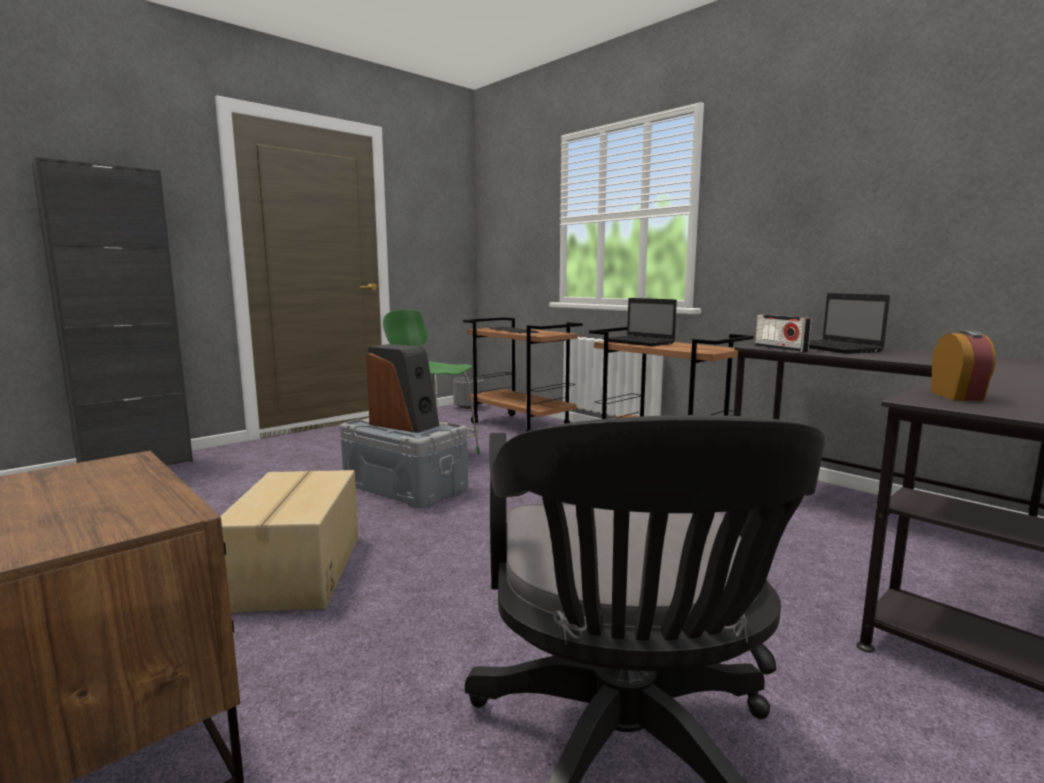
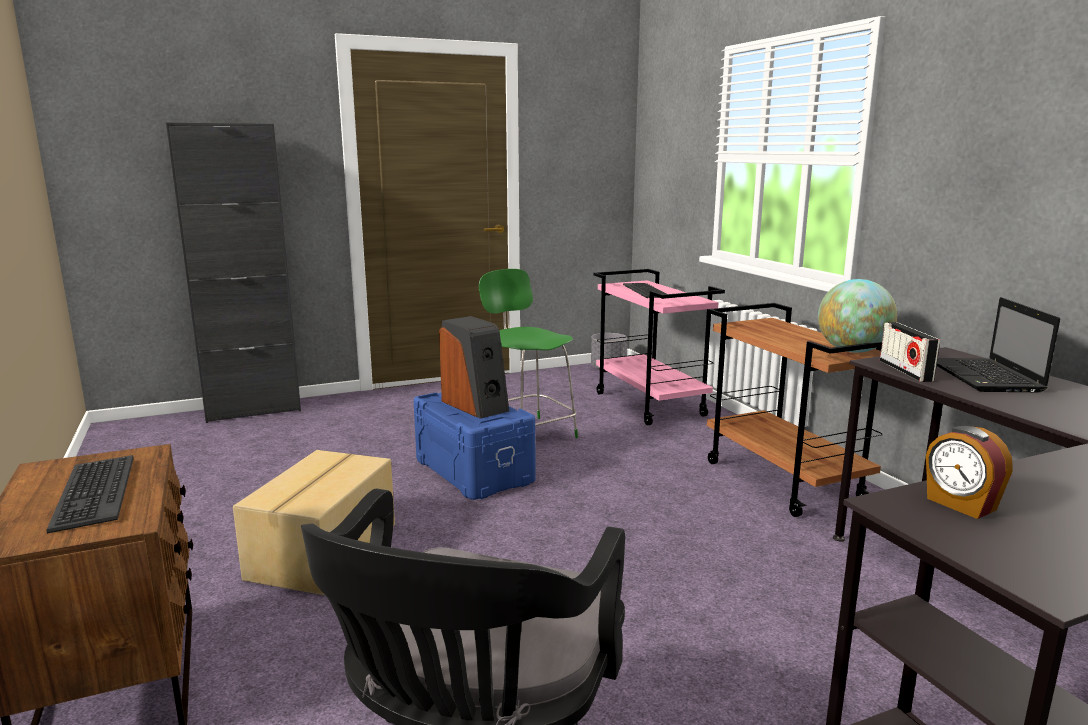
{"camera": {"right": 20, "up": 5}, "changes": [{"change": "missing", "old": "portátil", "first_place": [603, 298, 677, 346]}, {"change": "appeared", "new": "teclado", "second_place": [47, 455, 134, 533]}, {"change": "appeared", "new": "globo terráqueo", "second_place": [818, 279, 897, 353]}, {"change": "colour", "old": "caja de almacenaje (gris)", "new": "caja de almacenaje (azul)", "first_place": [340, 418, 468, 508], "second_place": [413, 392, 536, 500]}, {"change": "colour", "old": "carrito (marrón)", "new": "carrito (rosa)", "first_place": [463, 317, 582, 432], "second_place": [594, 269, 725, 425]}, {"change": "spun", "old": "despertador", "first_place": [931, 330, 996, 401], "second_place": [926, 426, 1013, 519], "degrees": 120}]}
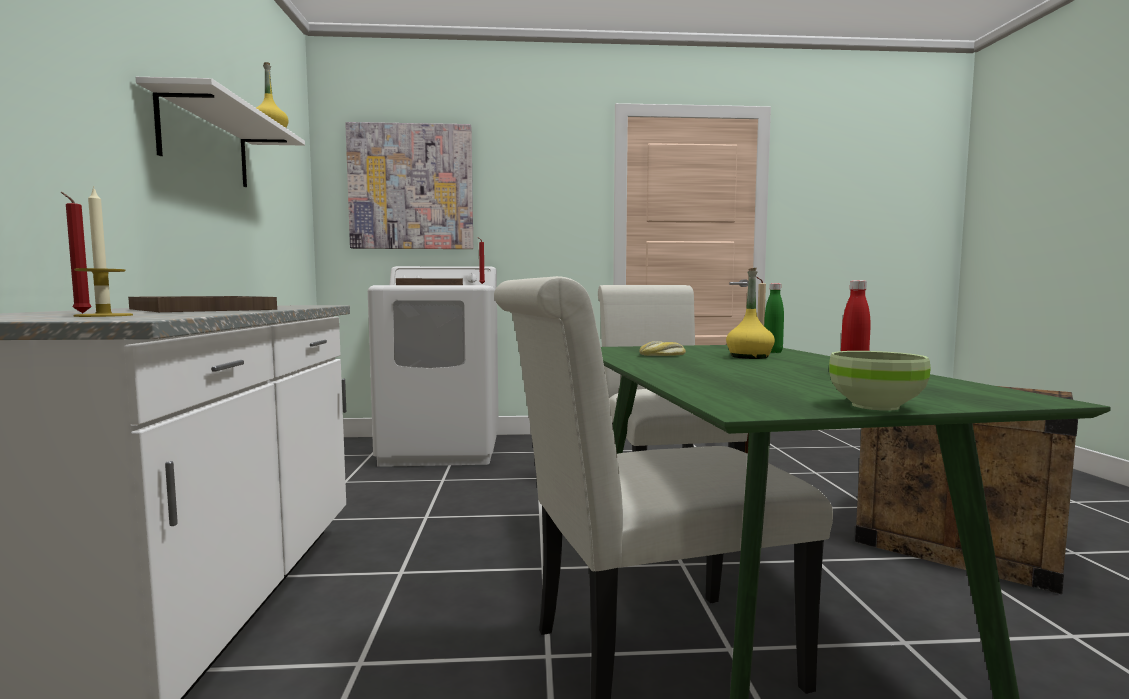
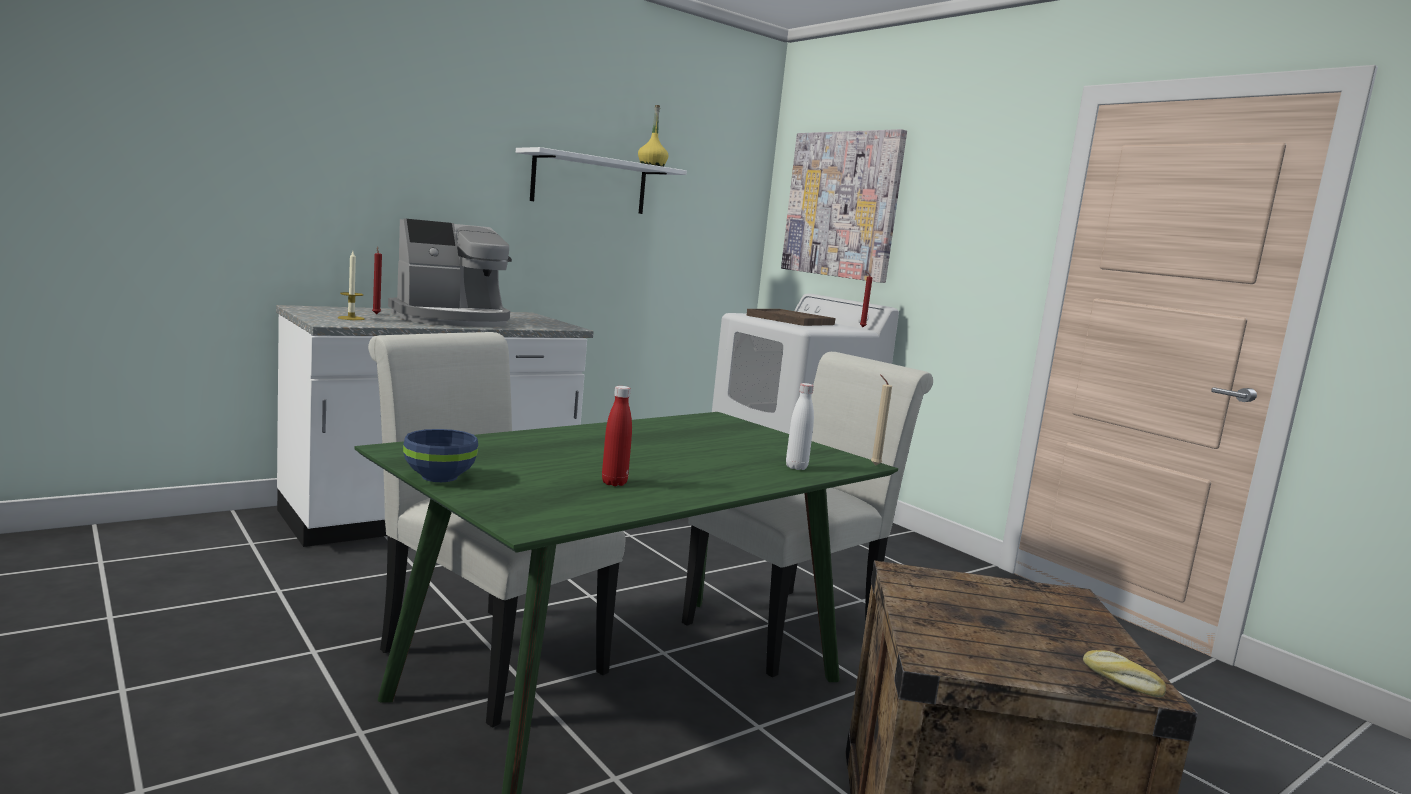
{"camera": {"right": 55, "up": 5}, "changes": [{"change": "missing", "old": "botella (amarillo)", "first_place": [726, 267, 775, 359]}, {"change": "relocated", "old": "pan", "first_place": [639, 341, 686, 356], "second_place": [1083, 650, 1166, 697]}, {"change": "exchanged", "old": "bandeja (marrón)", "new": "cafetera", "first_place": [128, 296, 277, 312], "second_place": [388, 218, 512, 327]}, {"change": "colour", "old": "botella (verde)", "new": "botella (blanco)", "first_place": [764, 283, 784, 353], "second_place": [786, 383, 814, 470]}, {"change": "colour", "old": "cuenco (verde)", "new": "cuenco (azul)", "first_place": [829, 351, 931, 411], "second_place": [403, 429, 478, 482]}]}
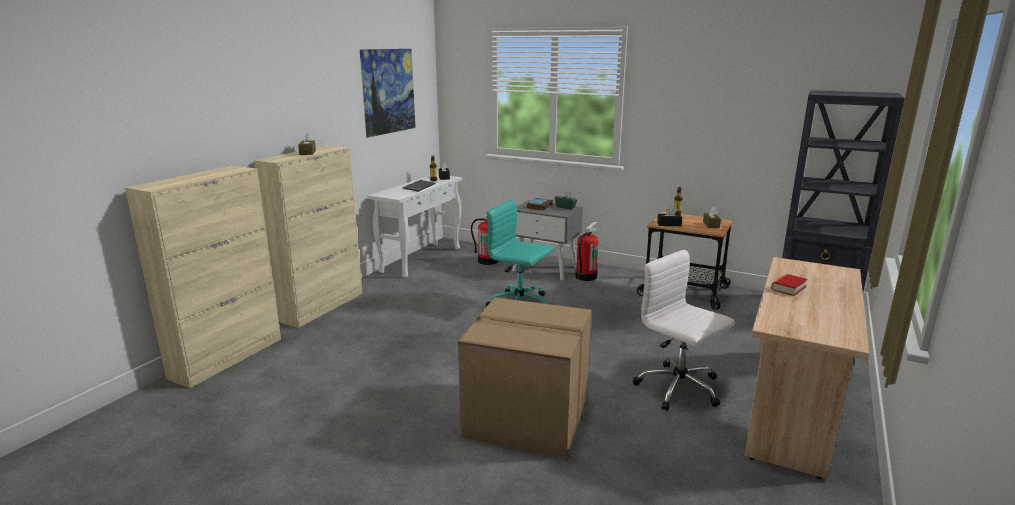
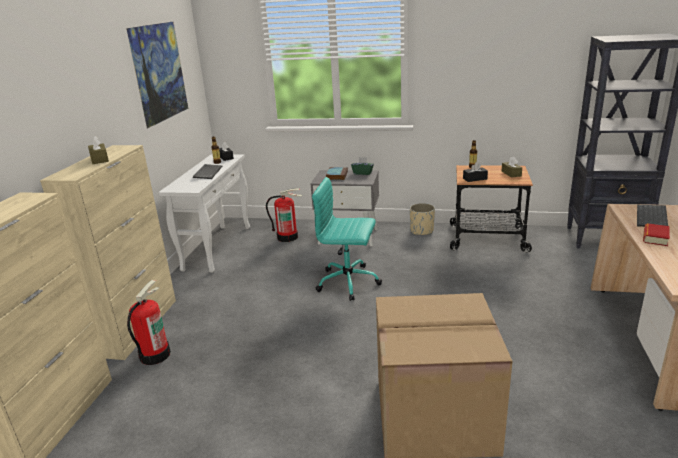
{"camera": {"right": -15, "up": 5}, "changes": [{"change": "missing", "old": "silla de oficina (blanco)", "first_place": [633, 250, 735, 411]}, {"change": "appeared", "new": "maceta (beis)", "second_place": [410, 203, 435, 235]}, {"change": "appeared", "new": "teclado", "second_place": [637, 205, 668, 227]}, {"change": "relocated", "old": "extintor", "first_place": [575, 222, 598, 281], "second_place": [127, 280, 171, 365]}]}
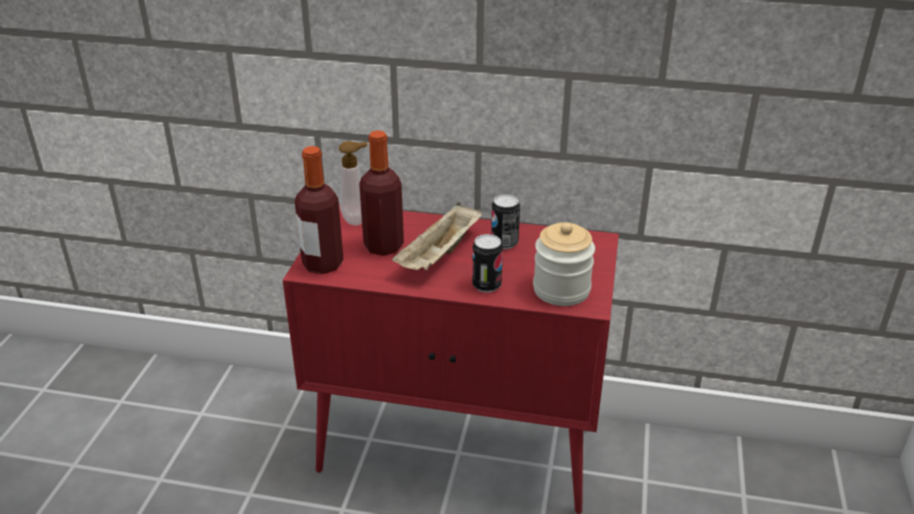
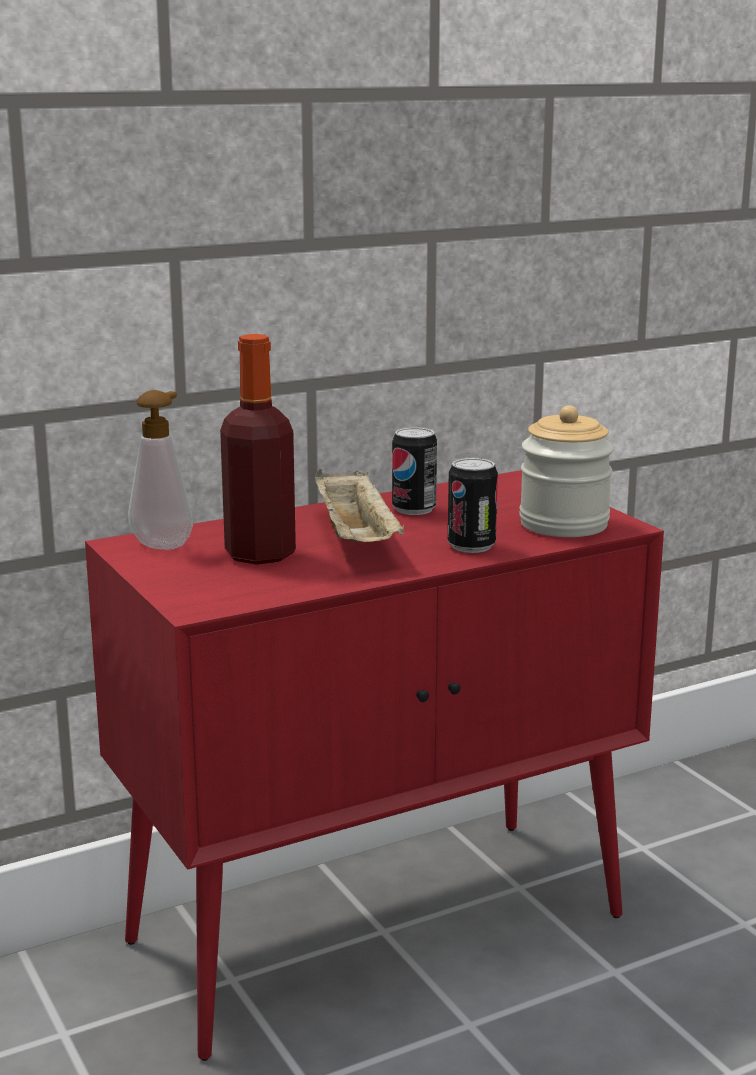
{"camera": {"right": -40, "up": -15}, "changes": [{"change": "missing", "old": "botella", "first_place": [295, 146, 344, 274]}]}
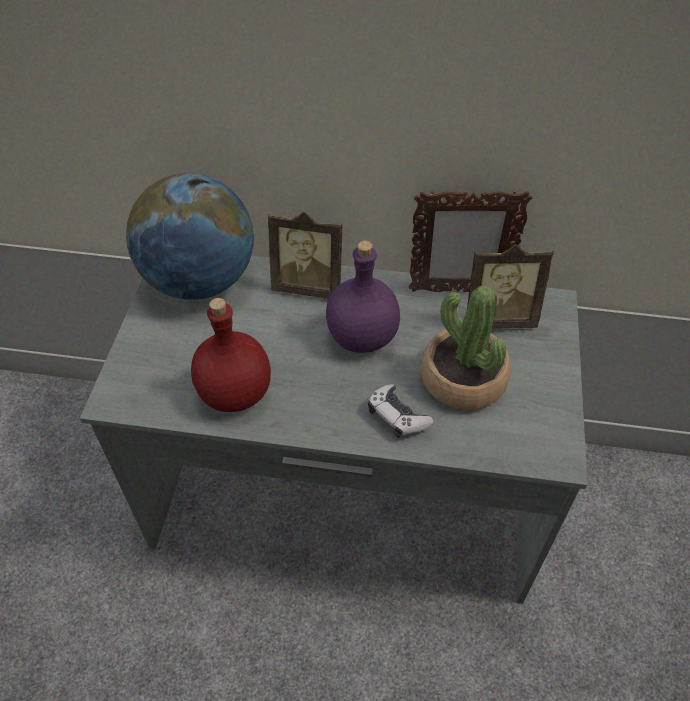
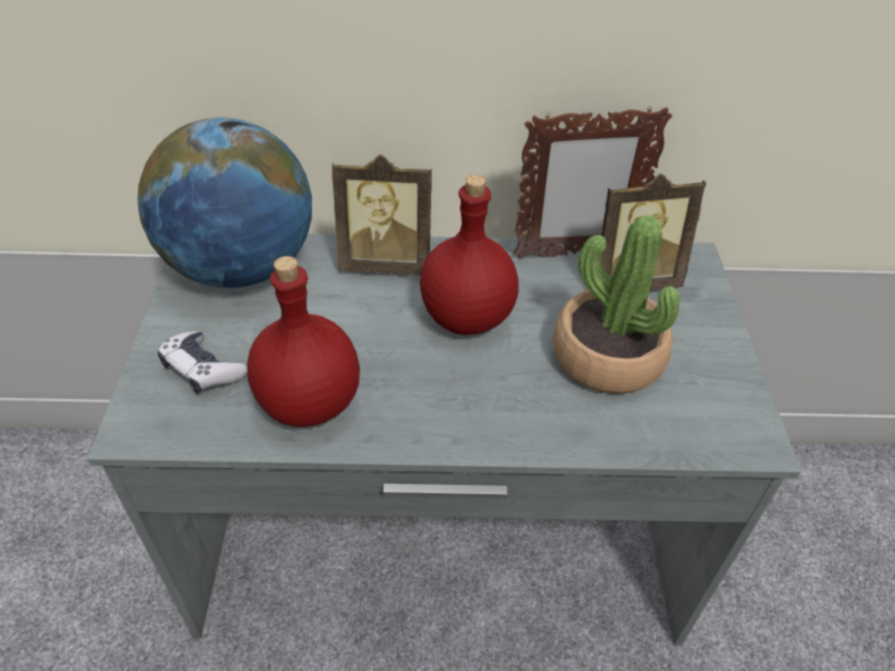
{"camera": {"right": -10, "up": -5}, "changes": [{"change": "relocated", "old": "mando de consola", "first_place": [368, 384, 434, 438], "second_place": [158, 331, 247, 393]}, {"change": "colour", "old": "botella (morado)", "new": "botella (rojo)", "first_place": [326, 240, 400, 353], "second_place": [420, 175, 519, 335]}]}
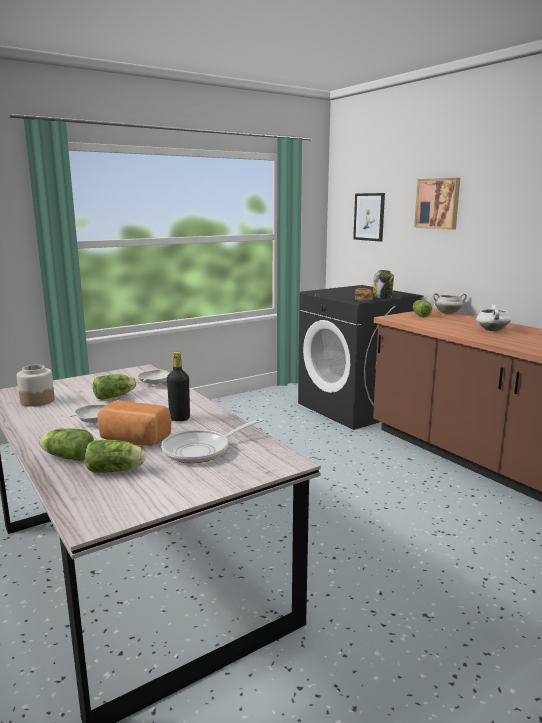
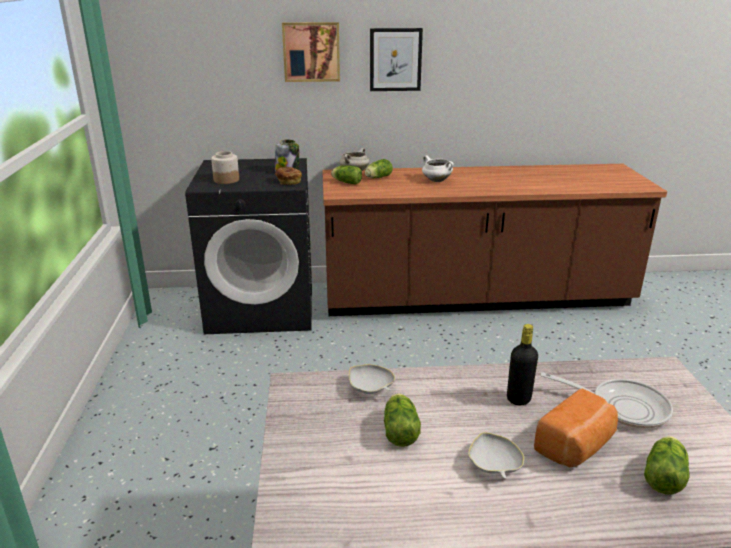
{"camera": {"right": -60, "up": 10}, "changes": [{"change": "relocated", "old": "tarro", "first_place": [17, 365, 55, 407], "second_place": [211, 151, 239, 184]}, {"change": "relocated", "old": "lechuga", "first_place": [39, 428, 94, 461], "second_place": [365, 159, 393, 178]}, {"change": "relocated", "old": "cuadro", "first_place": [353, 193, 385, 242], "second_place": [370, 28, 423, 91]}, {"change": "spun", "old": "sartén", "first_place": [161, 418, 264, 463], "second_place": [540, 372, 673, 429], "degrees": -60}]}
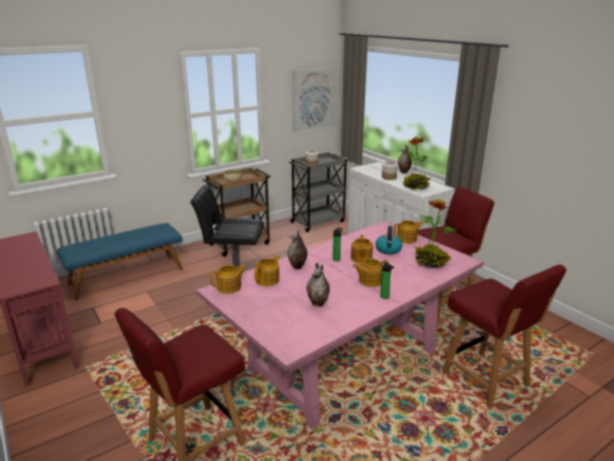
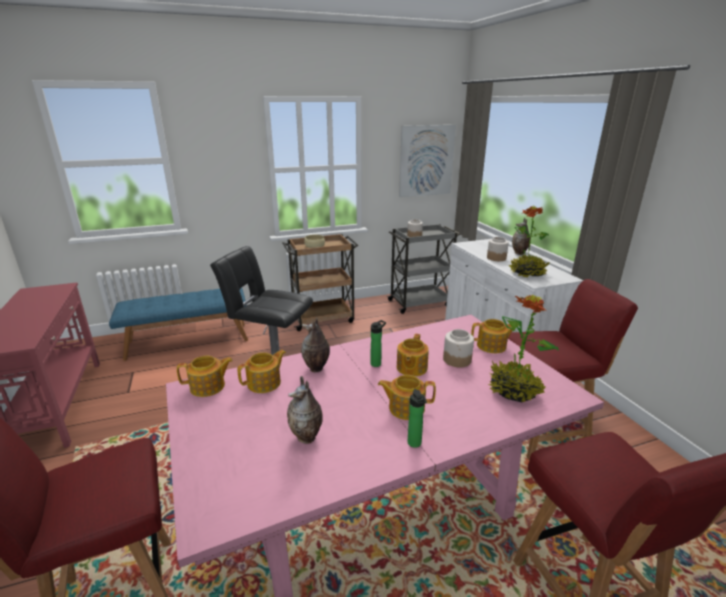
{"camera": {"right": 15, "up": 0}, "changes": [{"change": "exchanged", "old": "hervidor", "new": "tarro", "first_place": [376, 226, 403, 255], "second_place": [443, 329, 474, 368]}]}
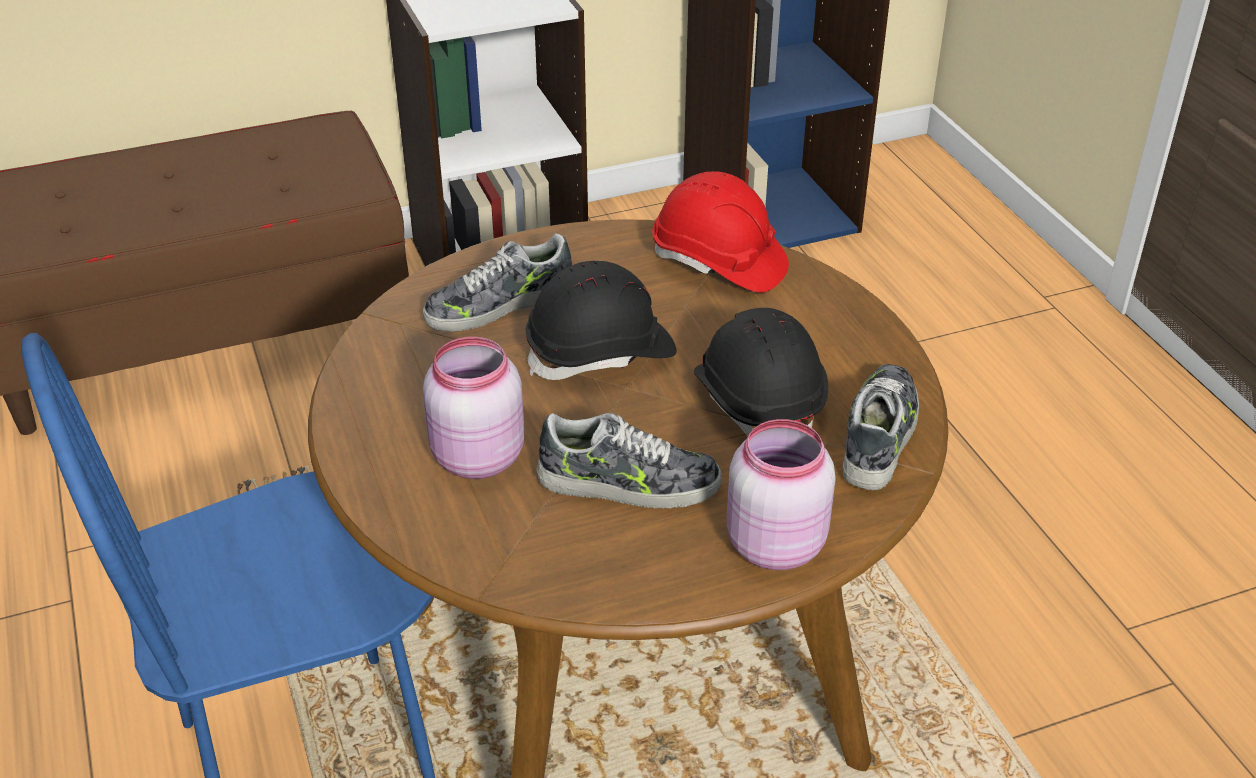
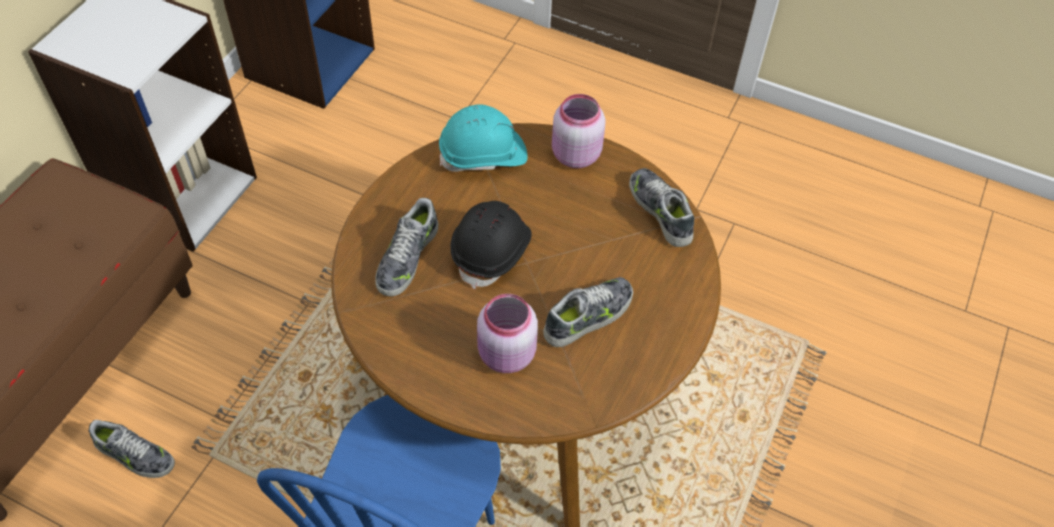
{"camera": {"right": -45, "up": 15}, "changes": [{"change": "missing", "old": "casco (negro)", "first_place": [694, 308, 828, 436]}, {"change": "appeared", "new": "zapato", "second_place": [89, 420, 175, 478]}, {"change": "relocated", "old": "tarro (rosa)", "first_place": [727, 419, 835, 570], "second_place": [552, 94, 605, 168]}, {"change": "colour", "old": "casco (rojo)", "new": "casco (turquesa)", "first_place": [652, 171, 789, 293], "second_place": [439, 105, 528, 172]}]}
